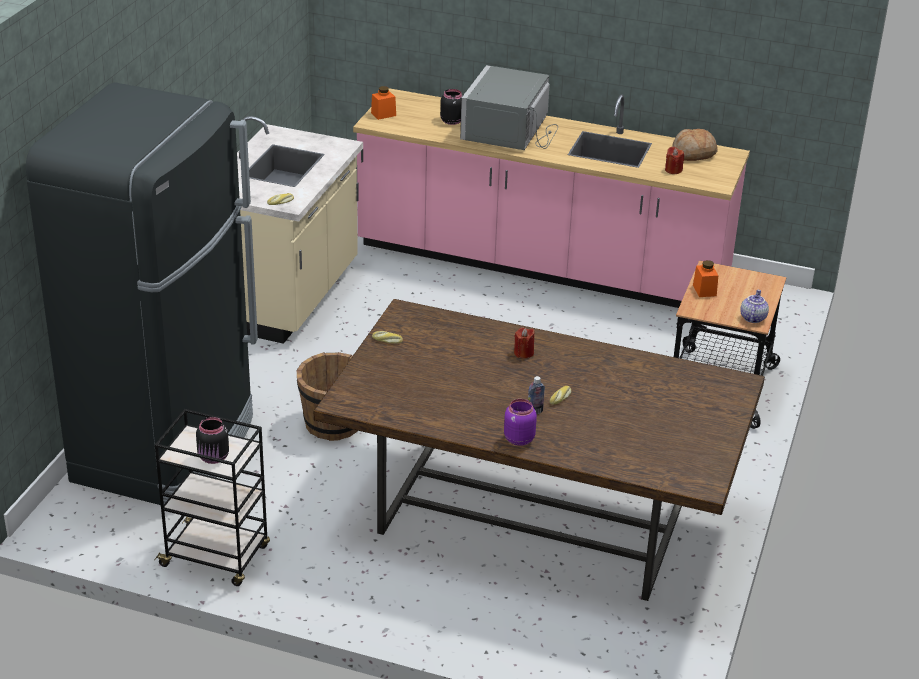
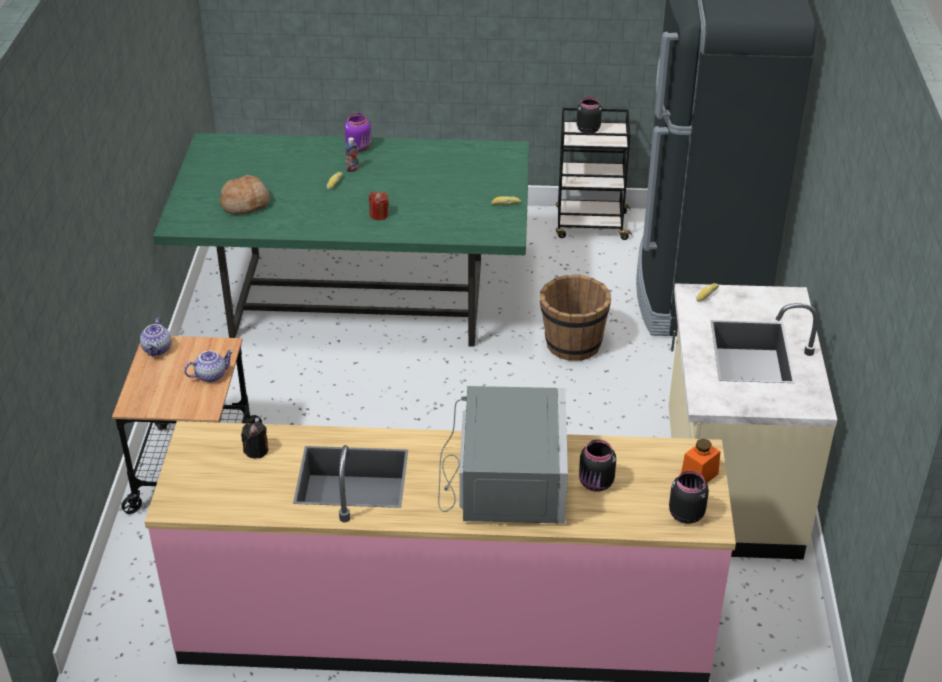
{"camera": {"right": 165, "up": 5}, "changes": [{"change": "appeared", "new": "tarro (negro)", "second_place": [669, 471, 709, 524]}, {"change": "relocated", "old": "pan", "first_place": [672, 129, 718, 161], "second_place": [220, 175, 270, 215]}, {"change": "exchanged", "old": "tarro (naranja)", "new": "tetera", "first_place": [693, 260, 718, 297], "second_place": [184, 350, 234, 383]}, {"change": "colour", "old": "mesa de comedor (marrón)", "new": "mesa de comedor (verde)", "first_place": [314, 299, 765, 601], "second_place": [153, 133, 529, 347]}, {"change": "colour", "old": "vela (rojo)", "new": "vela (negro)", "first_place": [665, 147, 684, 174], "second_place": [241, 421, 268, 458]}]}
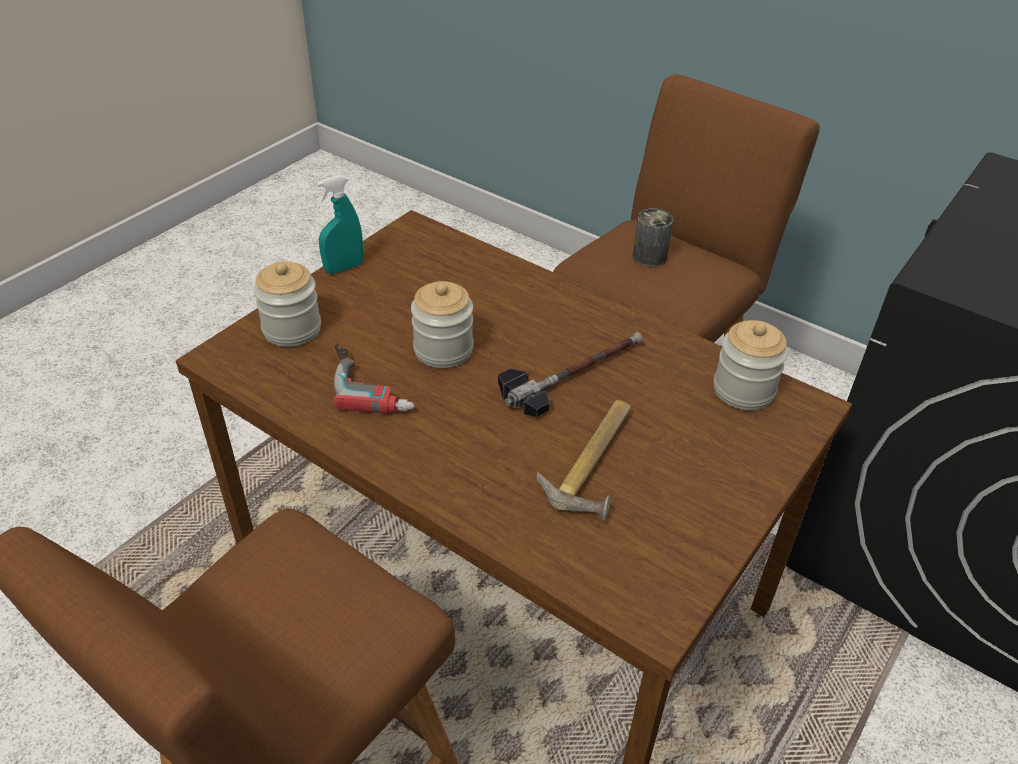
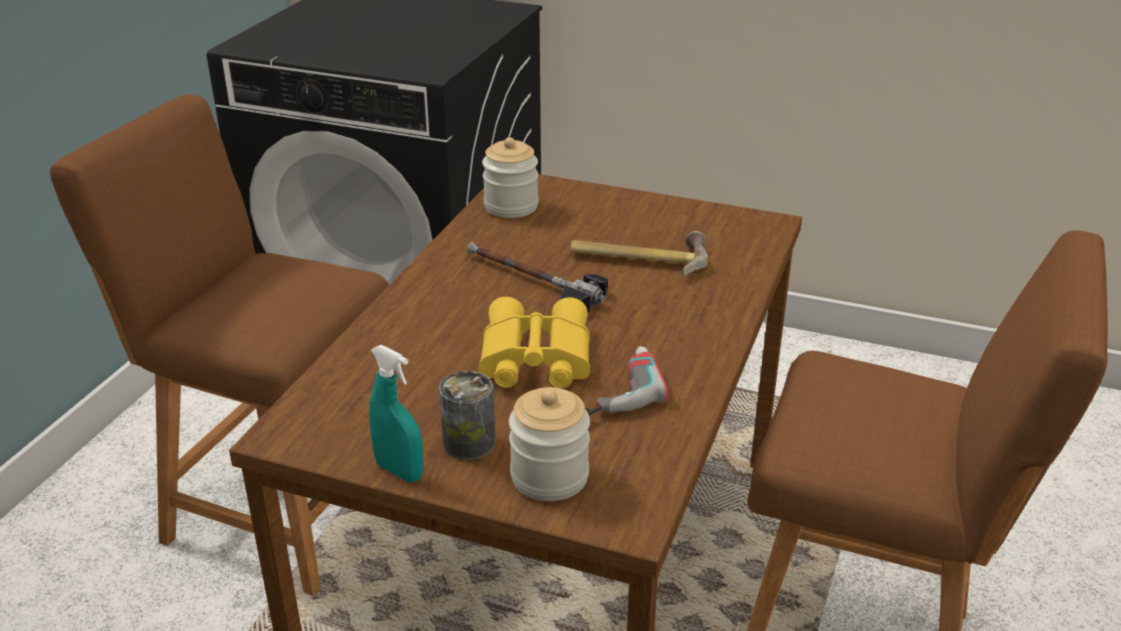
{"camera": {"right": -105, "up": -10}, "changes": [{"change": "relocated", "old": "lata", "first_place": [633, 208, 673, 267], "second_place": [439, 371, 496, 460]}, {"change": "exchanged", "old": "tarro", "new": "prismáticos (amarillo)", "first_place": [411, 281, 474, 368], "second_place": [478, 297, 590, 389]}]}
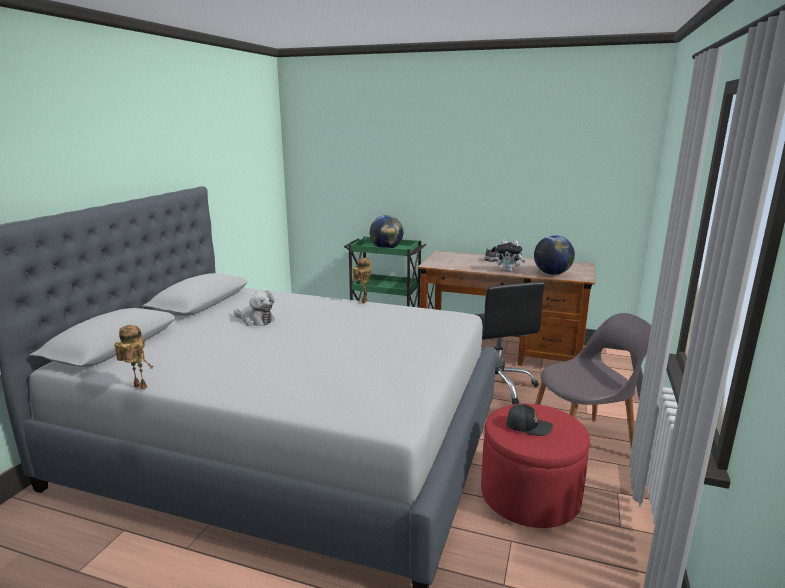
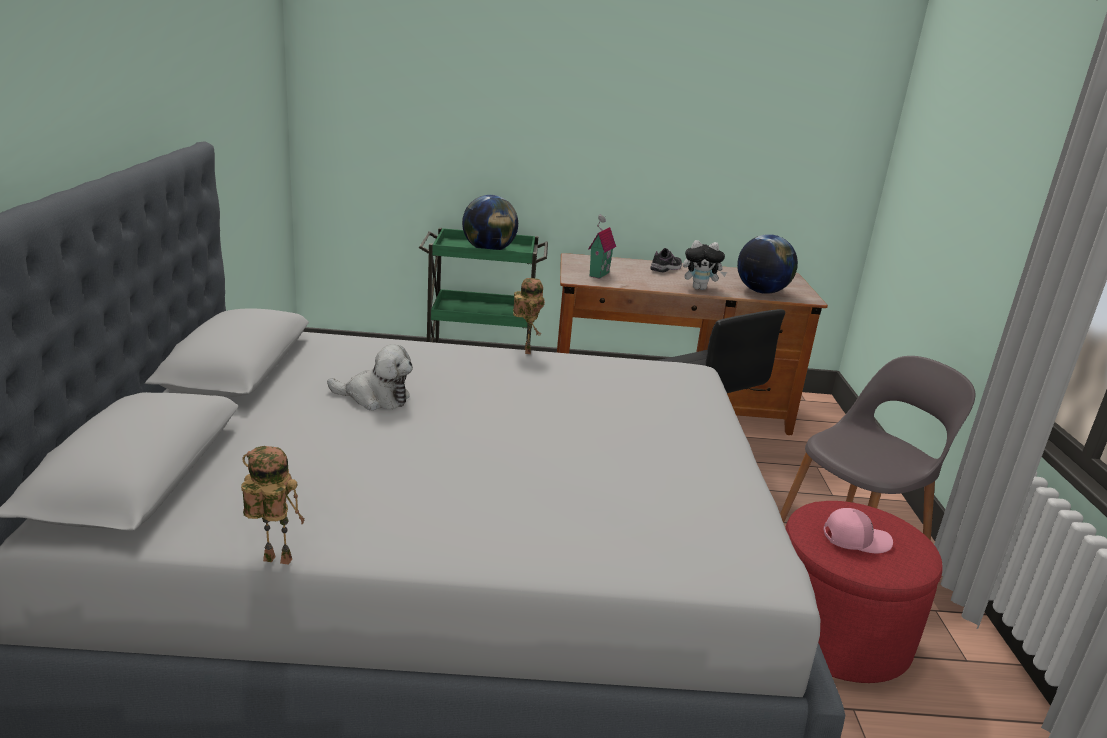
{"camera": {"right": -20, "up": 5}, "changes": [{"change": "appeared", "new": "casita", "second_place": [588, 214, 616, 279]}, {"change": "colour", "old": "gorra (negro)", "new": "gorra (rosa)", "first_place": [506, 404, 553, 436], "second_place": [823, 508, 893, 553]}]}
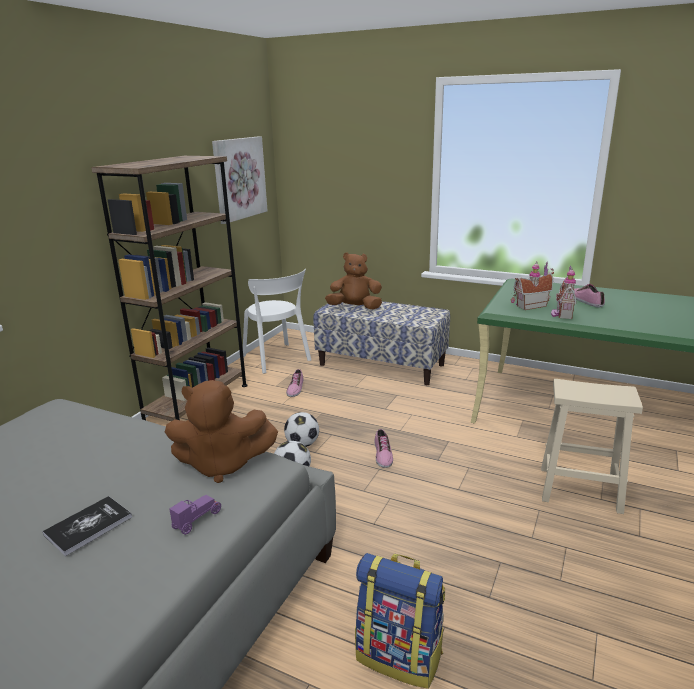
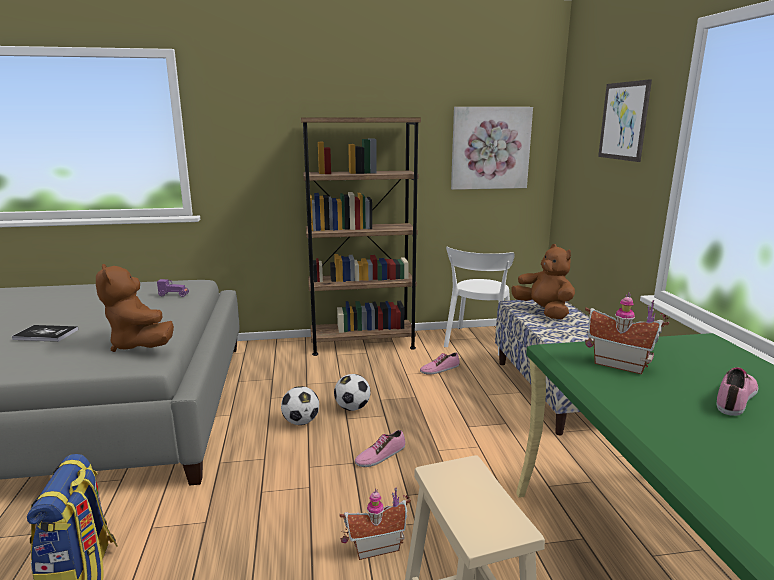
{"camera": {"right": 55, "up": -5}, "changes": [{"change": "appeared", "new": "cuadro", "second_place": [598, 79, 652, 162]}, {"change": "relocated", "old": "coche de juguete (morado)", "first_place": [170, 495, 221, 535], "second_place": [157, 279, 189, 297]}, {"change": "relocated", "old": "casita", "first_place": [551, 266, 576, 319], "second_place": [339, 487, 411, 560]}]}
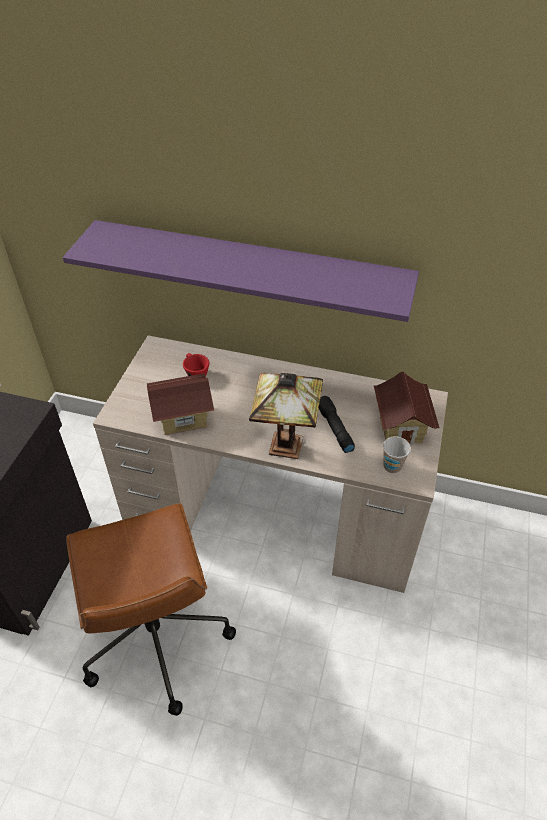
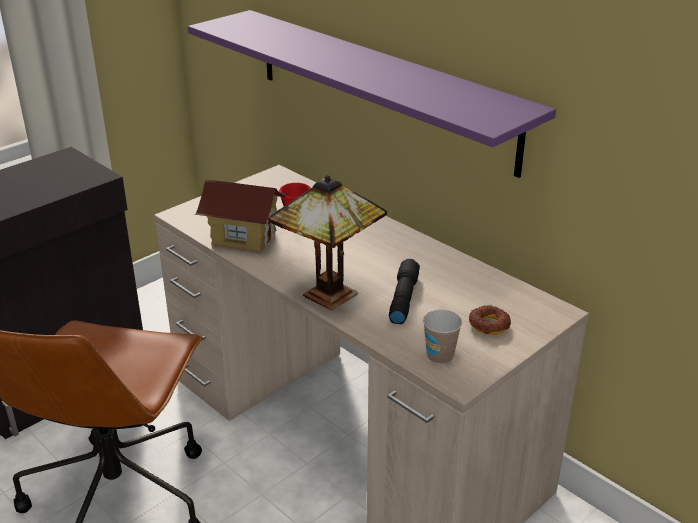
{"camera": {"right": 30, "up": -15}, "changes": [{"change": "exchanged", "old": "casita", "new": "rosquilla", "first_place": [374, 372, 439, 445], "second_place": [469, 305, 511, 335]}]}
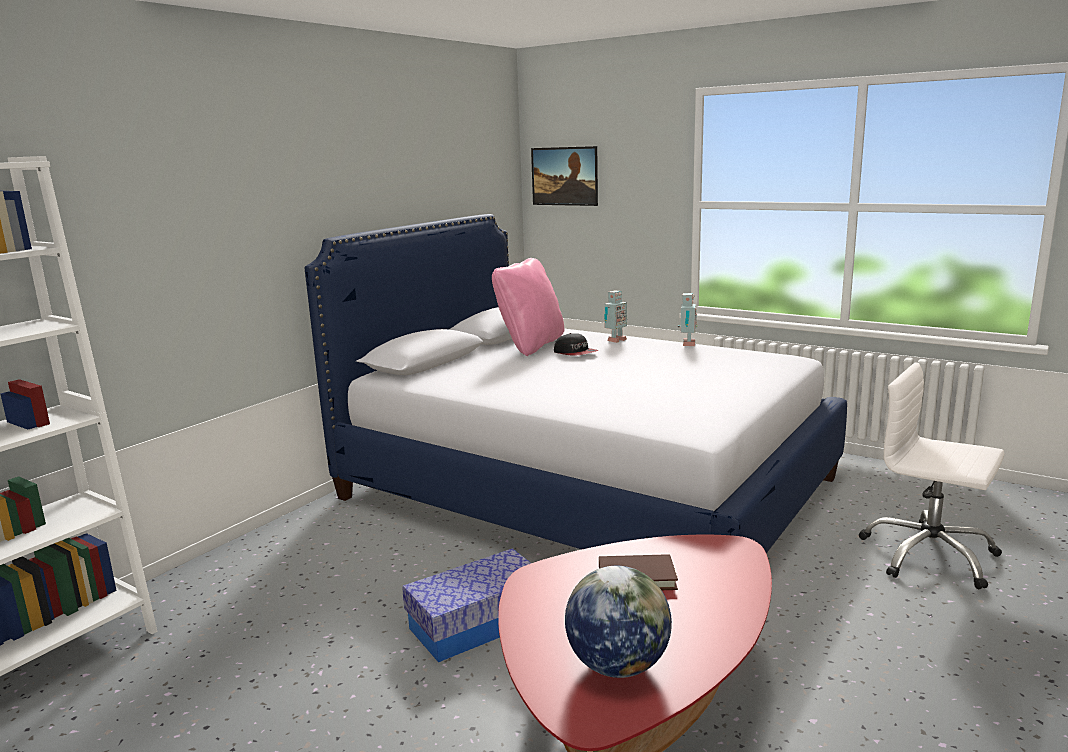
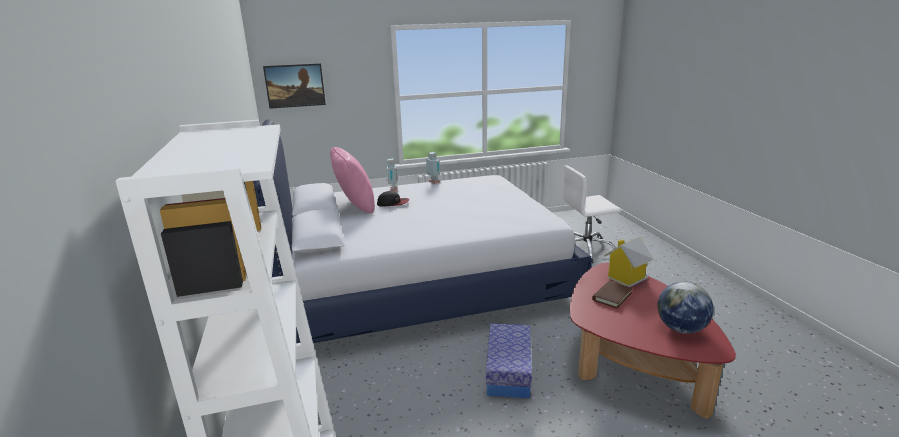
{"camera": {"right": -50, "up": 5}, "changes": [{"change": "appeared", "new": "casita", "second_place": [604, 237, 653, 287]}]}
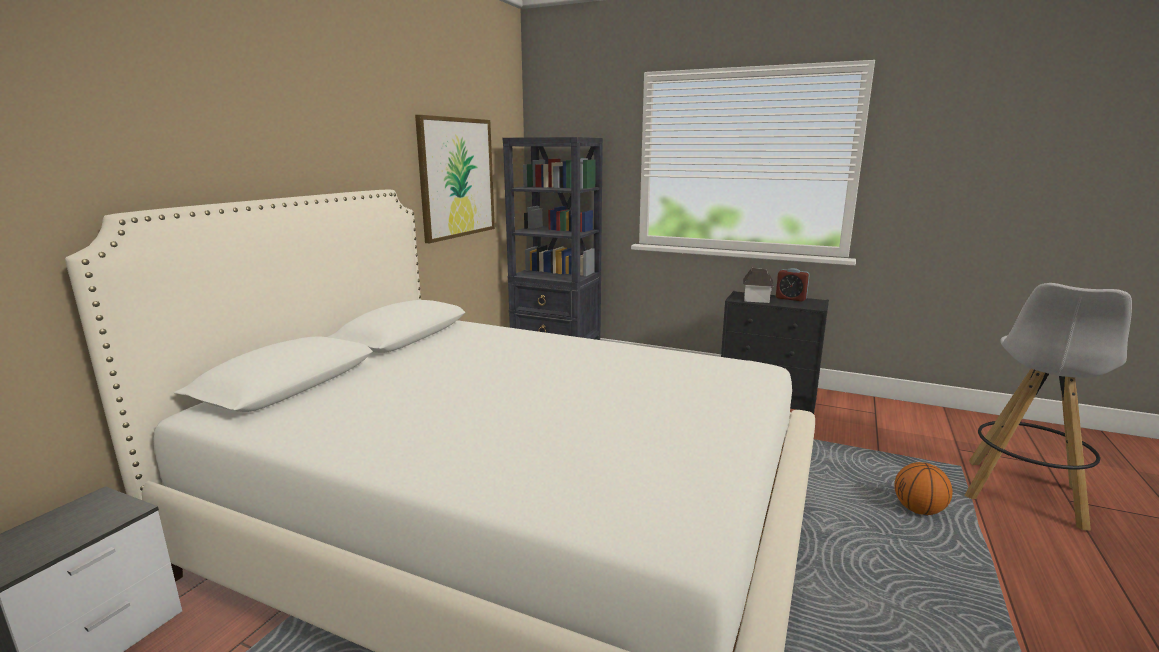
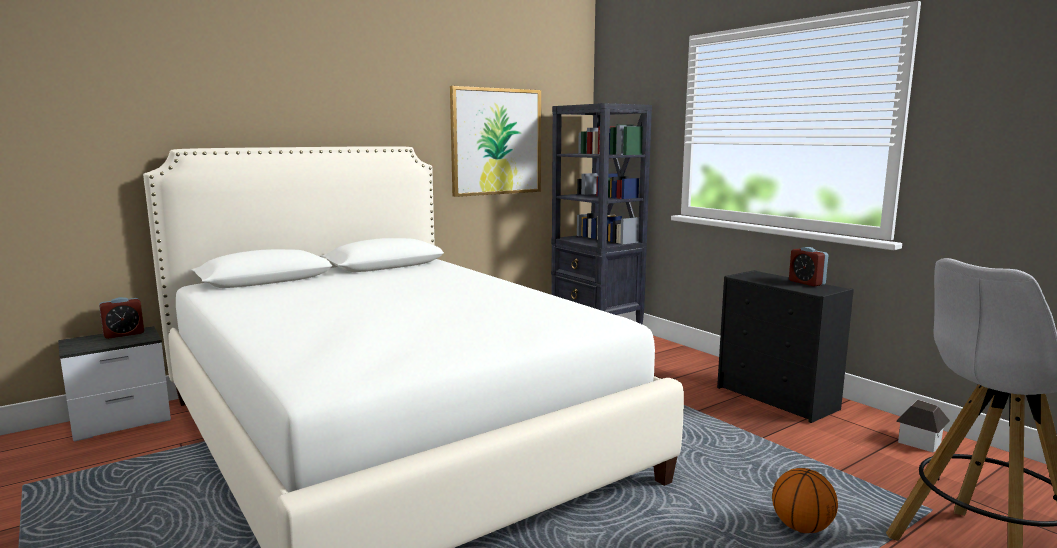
{"camera": {"right": 30, "up": -5}, "changes": [{"change": "appeared", "new": "despertador", "second_place": [99, 297, 144, 339]}, {"change": "relocated", "old": "casita", "first_place": [743, 268, 774, 303], "second_place": [896, 400, 950, 453]}]}
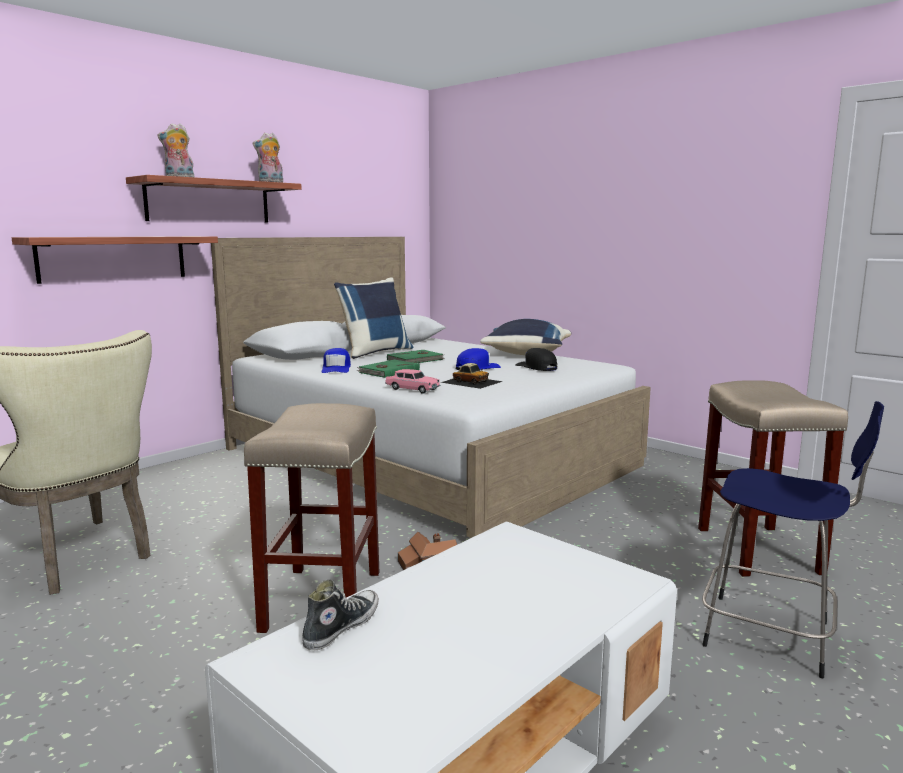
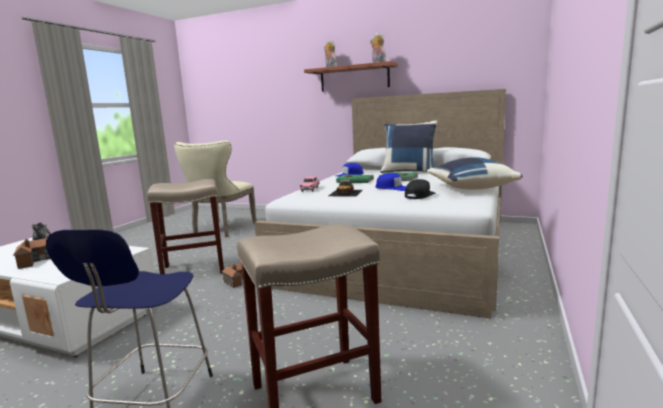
{"camera": {"right": 70, "up": 0}, "changes": [{"change": "missing", "old": "estante", "first_place": [12, 236, 218, 284]}, {"change": "appeared", "new": "casita", "second_place": [13, 238, 51, 269]}]}
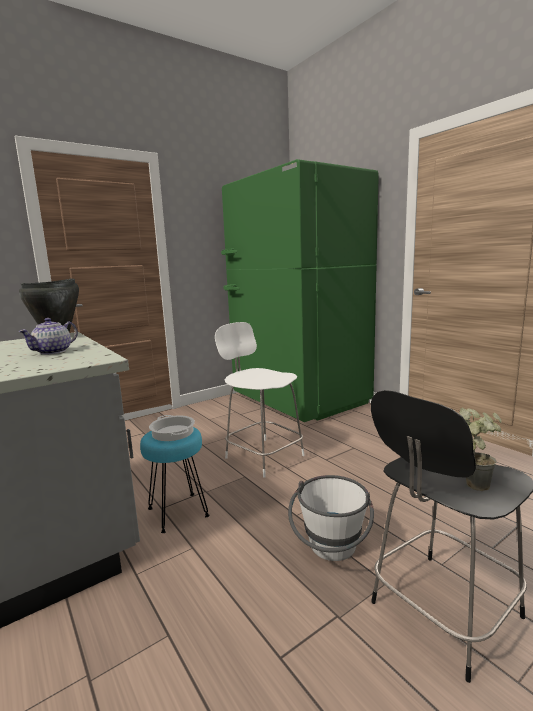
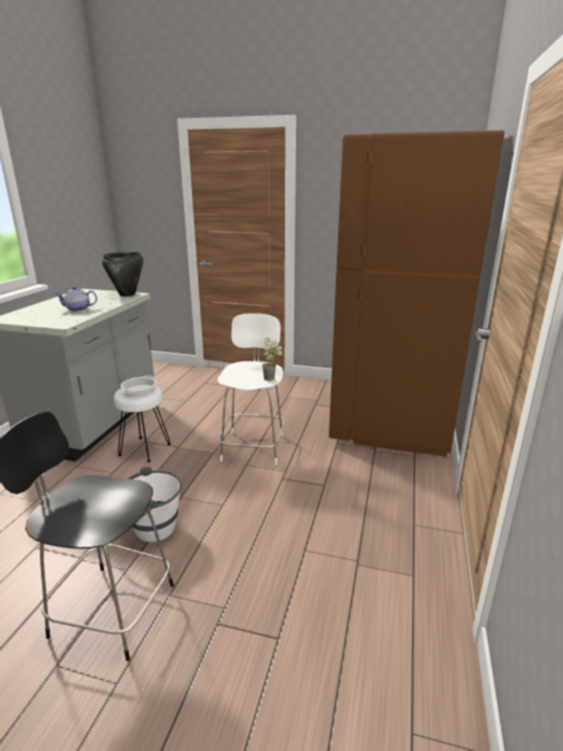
{"camera": {"right": 50, "up": 10}, "changes": [{"change": "relocated", "old": "planta en maceta", "first_place": [459, 408, 502, 491], "second_place": [262, 338, 282, 381]}, {"change": "colour", "old": "taburete (turquesa)", "new": "taburete (blanco)", "first_place": [140, 427, 210, 533], "second_place": [114, 386, 171, 462]}, {"change": "colour", "old": "nevera (verde)", "new": "nevera (marrón)", "first_place": [221, 159, 379, 422], "second_place": [329, 130, 505, 457]}]}
